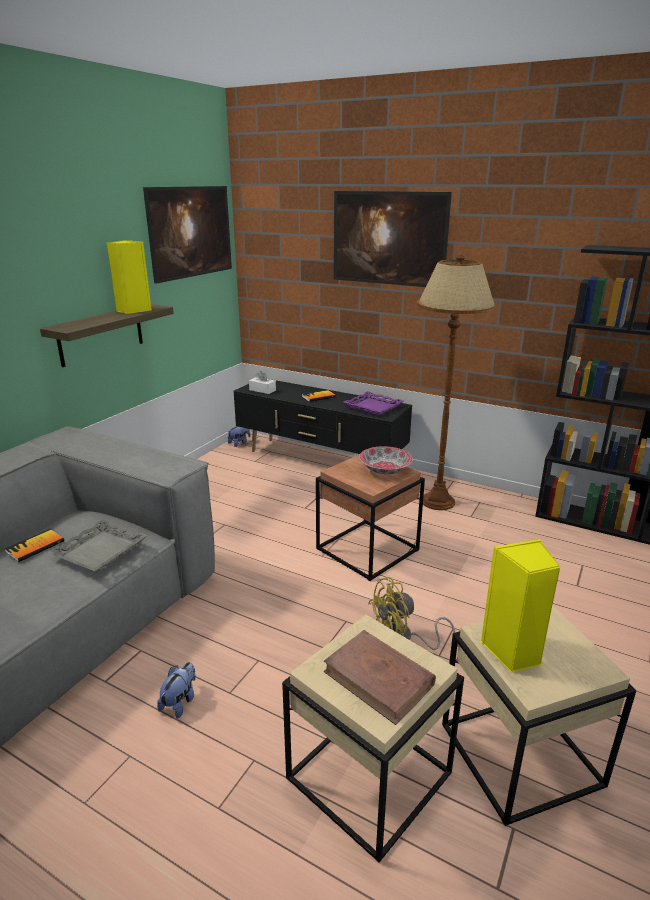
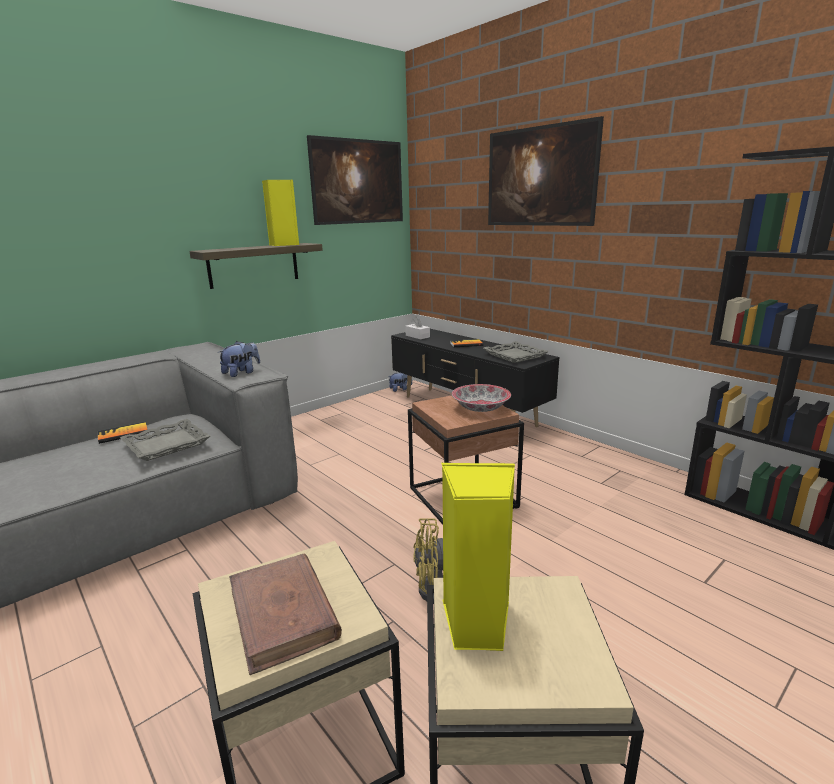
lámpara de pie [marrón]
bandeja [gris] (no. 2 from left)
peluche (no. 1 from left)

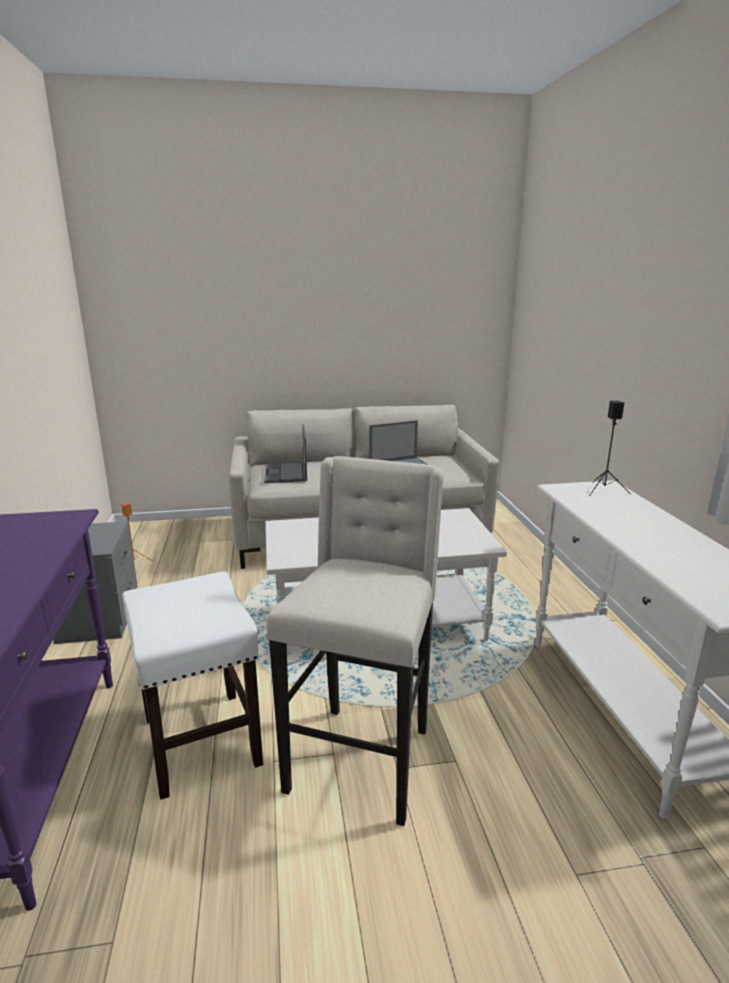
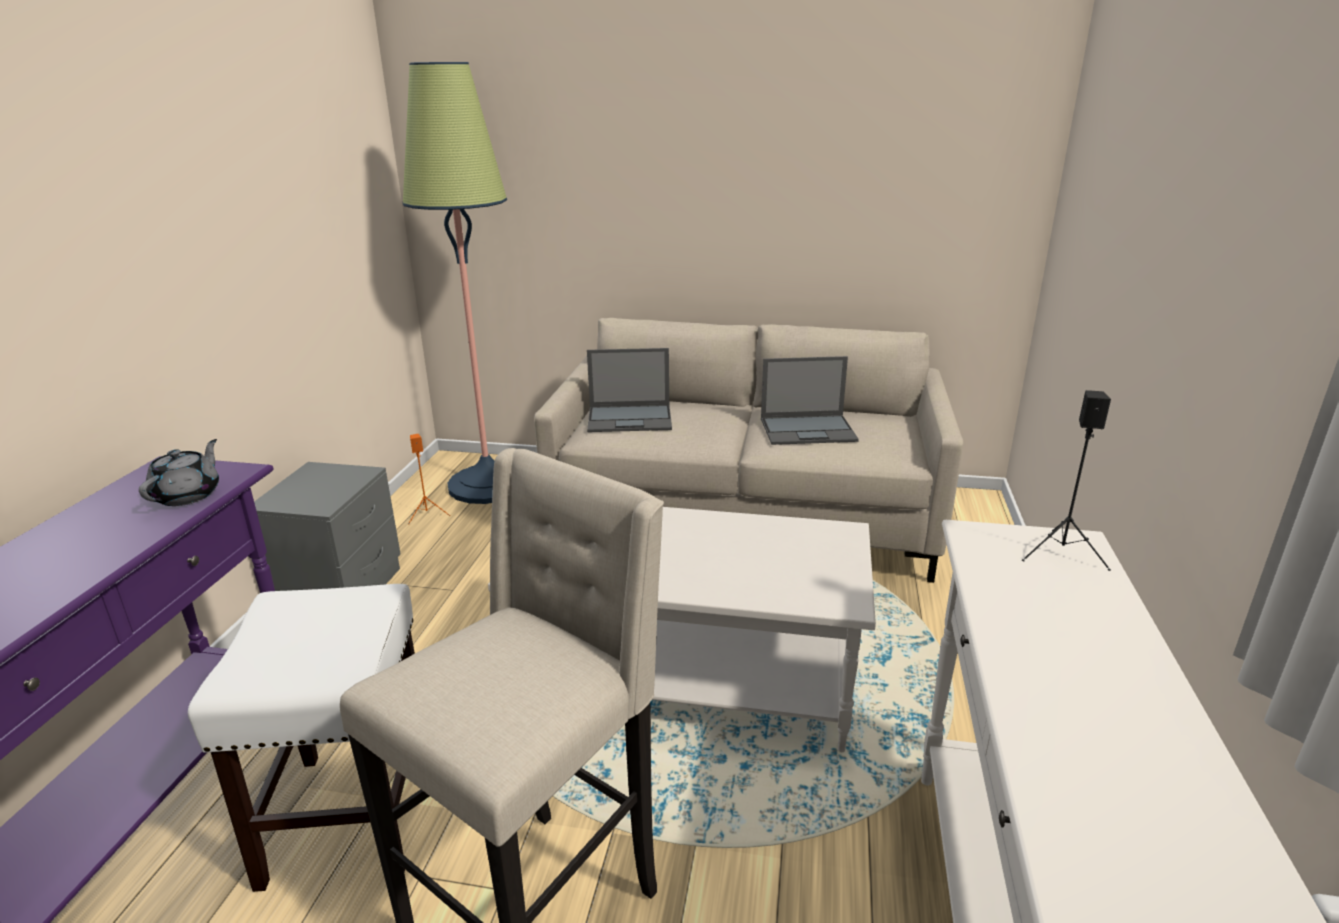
portátil (no. 1 from left)
lámpara de pie
tetera [gris]

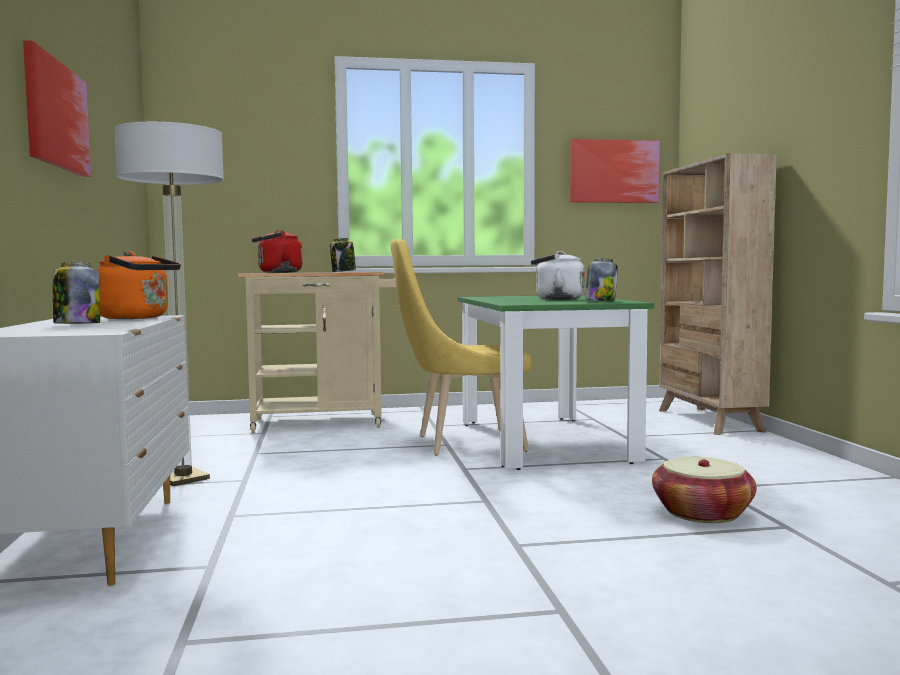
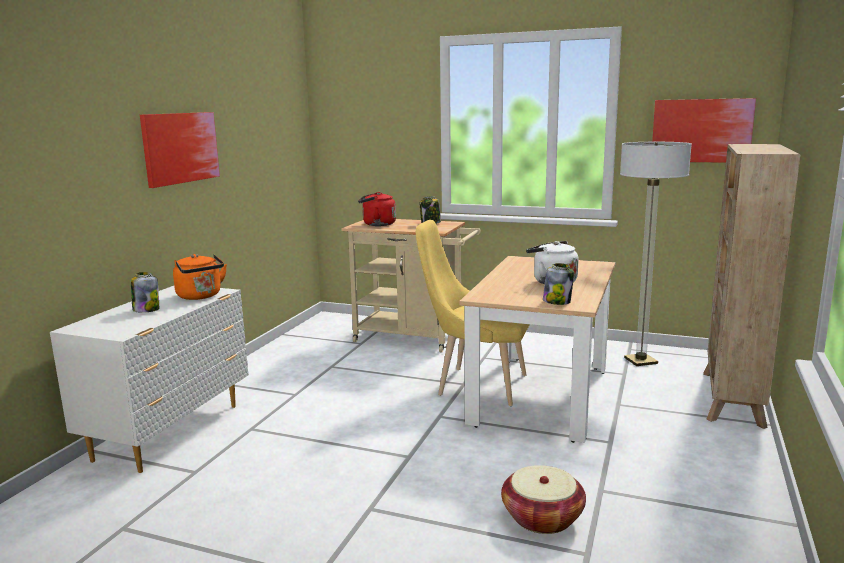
lámpara de pie
mesa de comedor [beis]

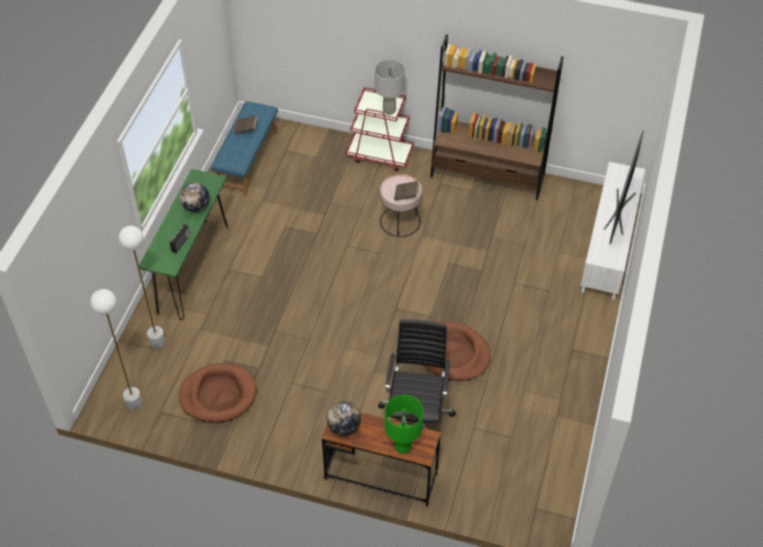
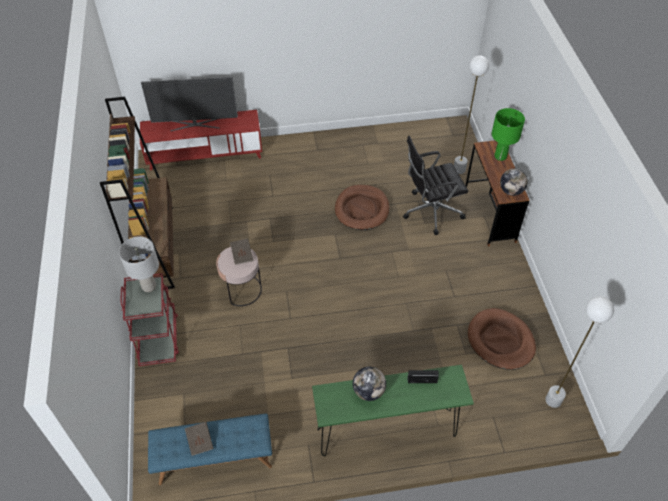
mueble de televisión [rojo]
lámpara de pie [blanco] (no. 1 from left)

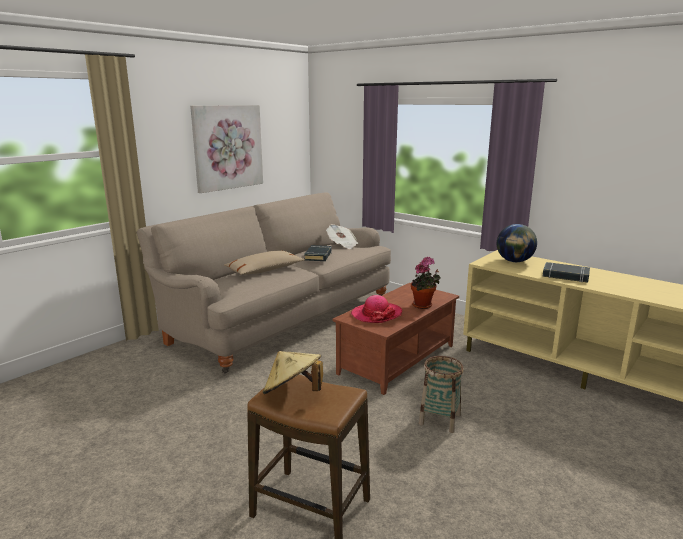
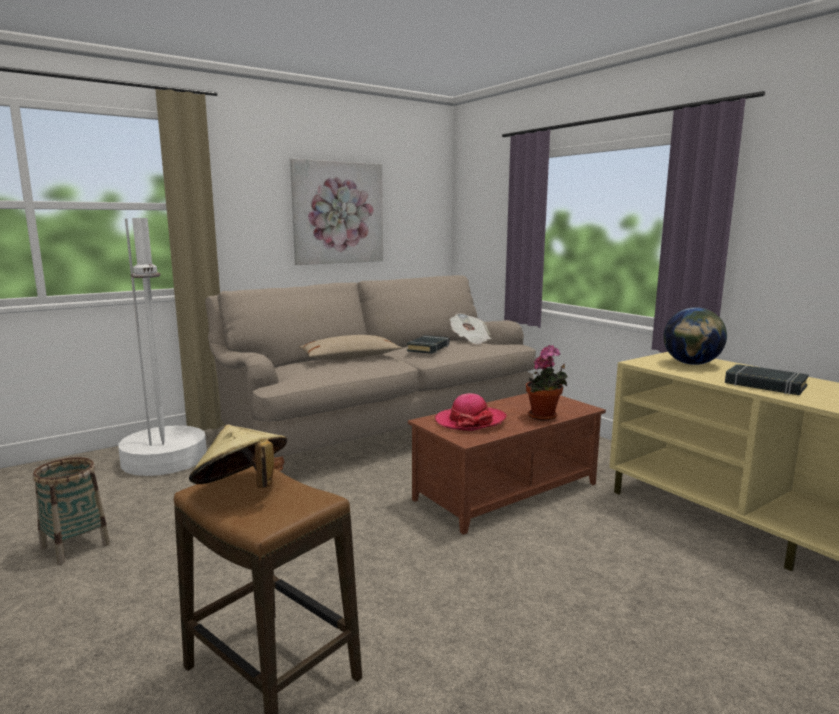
cesta
lámpara de pie [blanco]

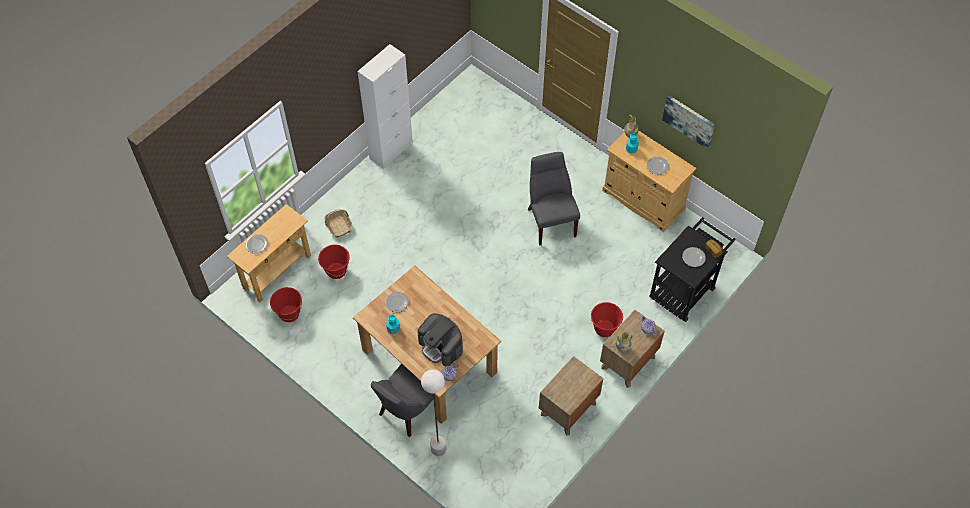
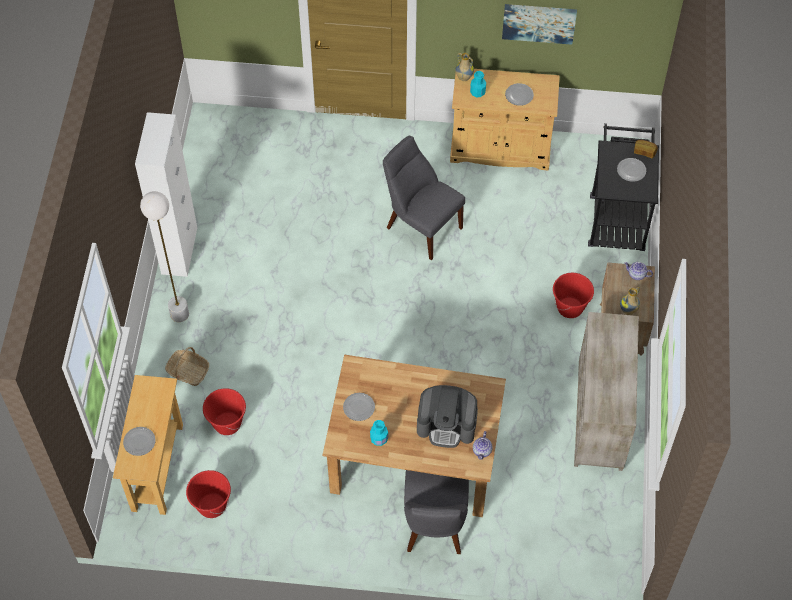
cómoda [beis]
lámpara de pie [blanco]

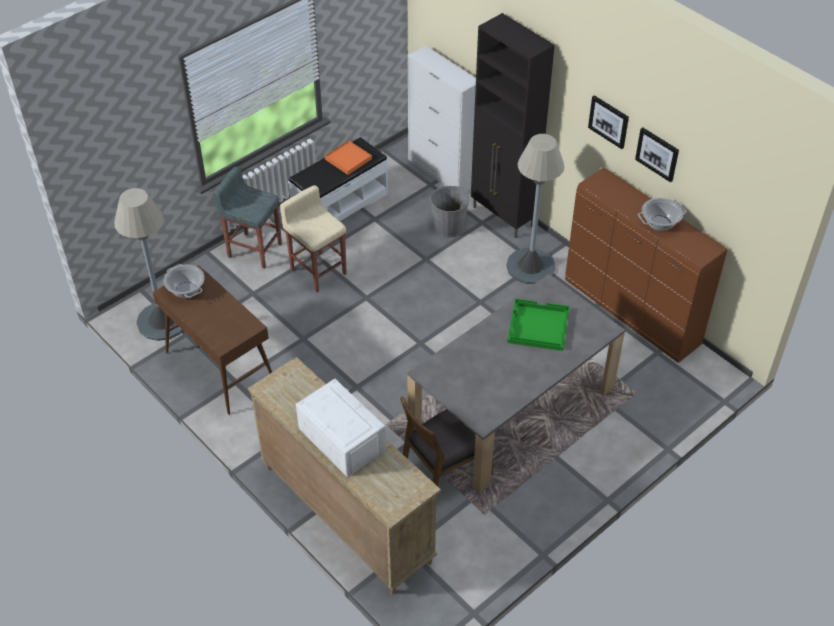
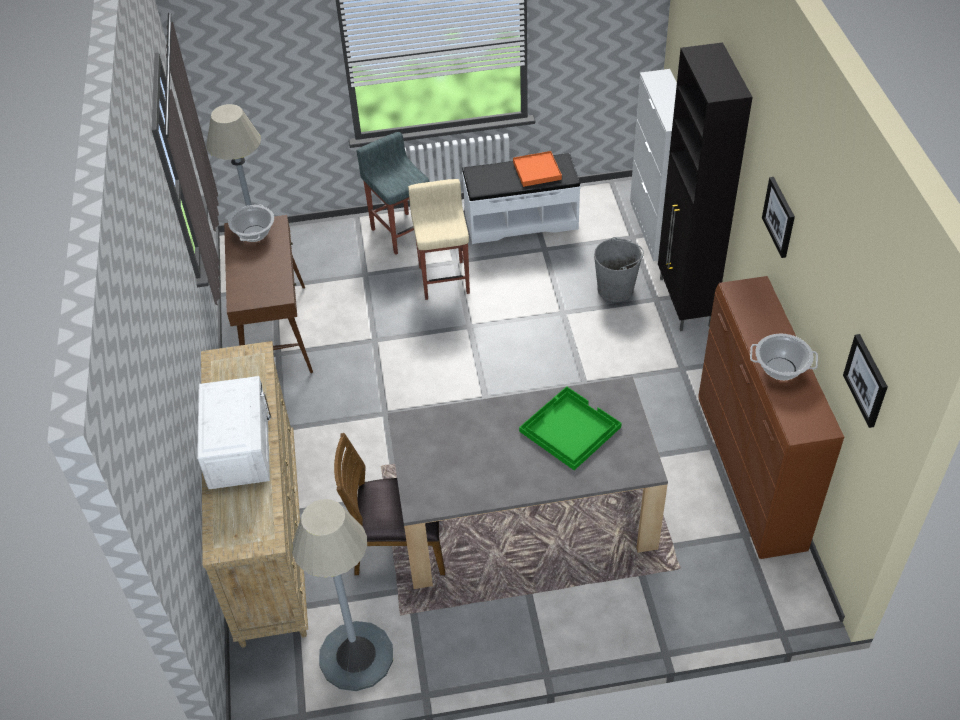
cuadro (no. 2 from left)
lámpara de pie [gris] (no. 2 from left)

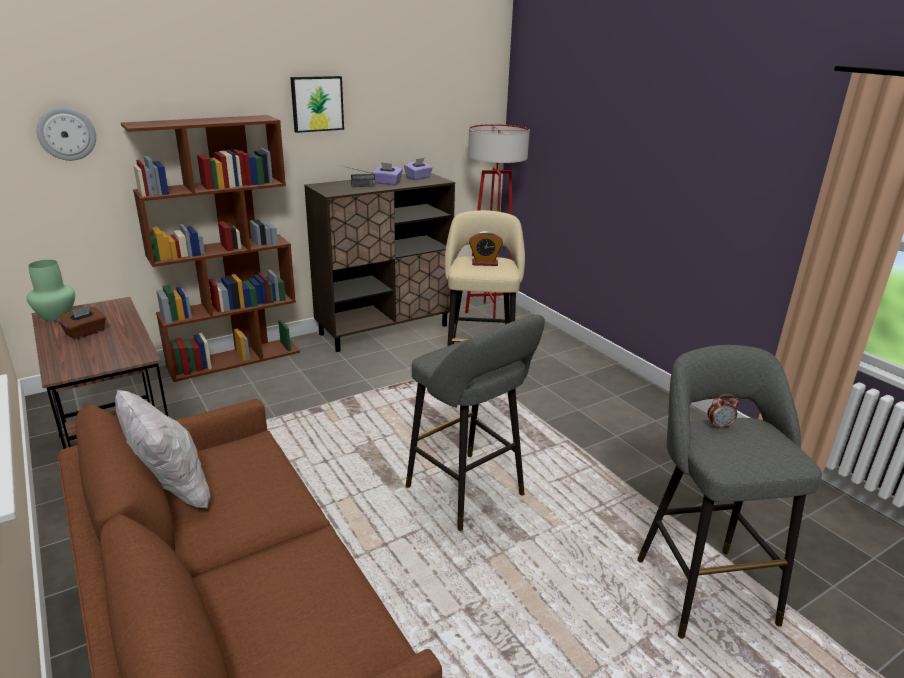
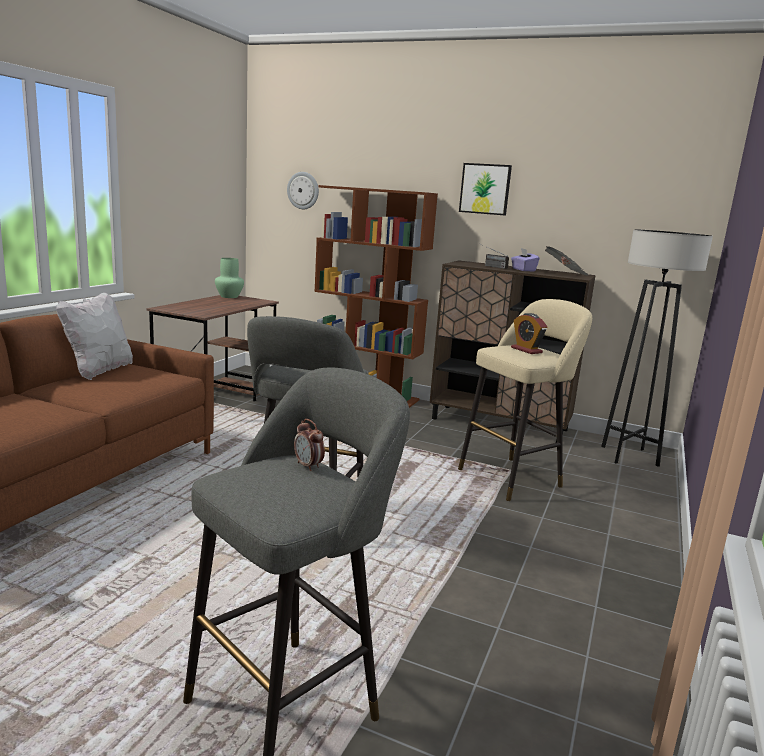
lámpara de pie [gris]
periódico
caja de pañuelos [marrón]

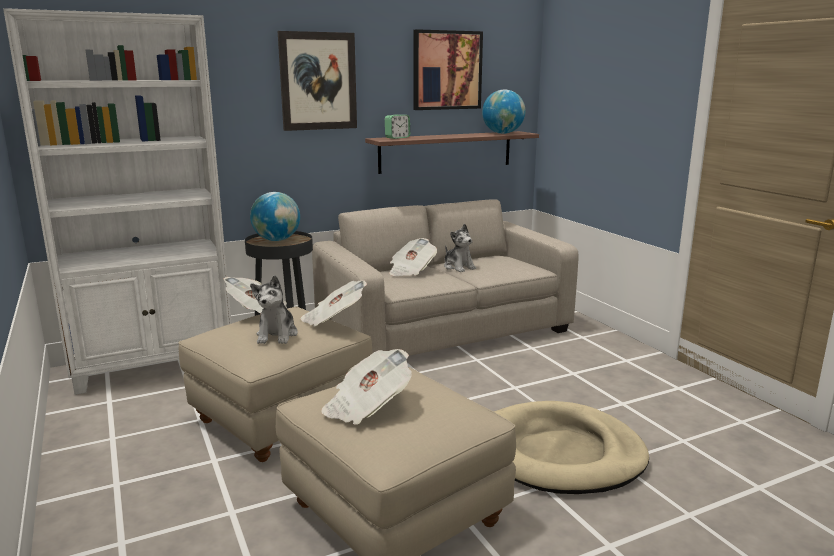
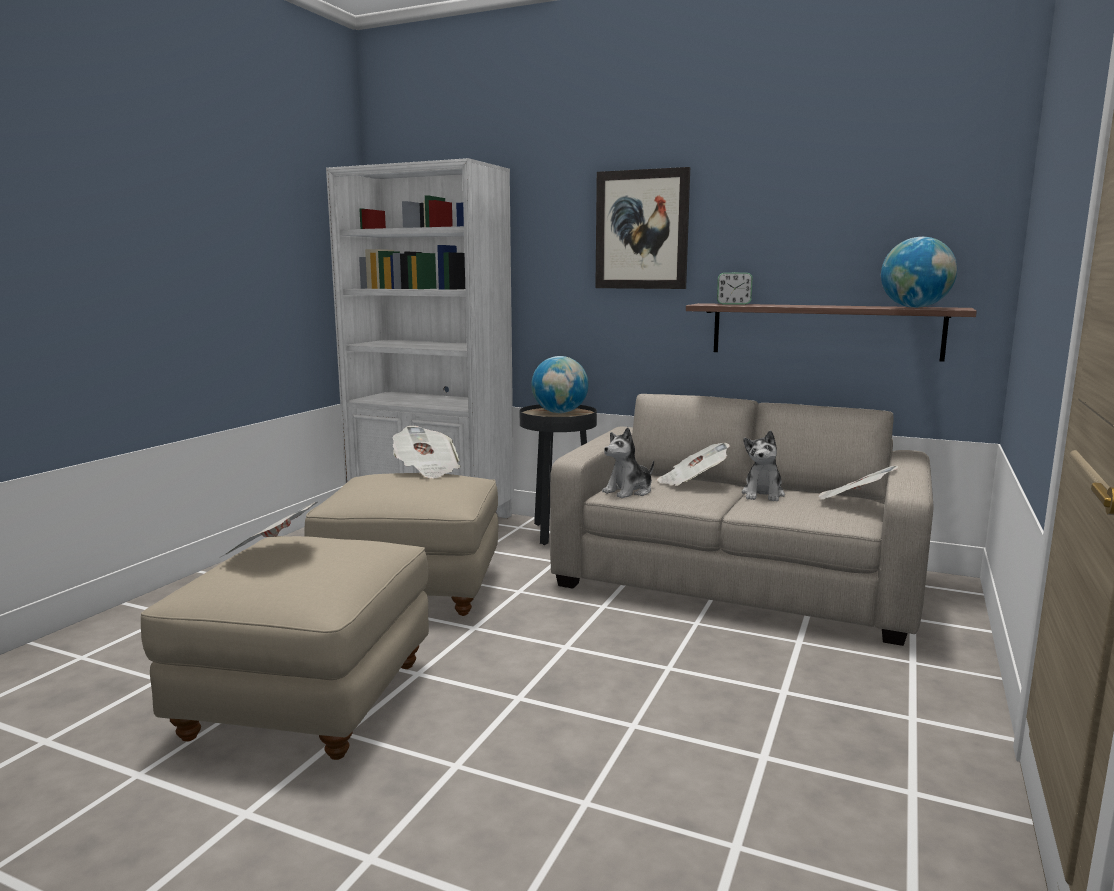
cuadro (no. 2 from left in the first image)
peluche (no. 1 from left)
periódico (no. 4 from left)
cama para perro [beis]

